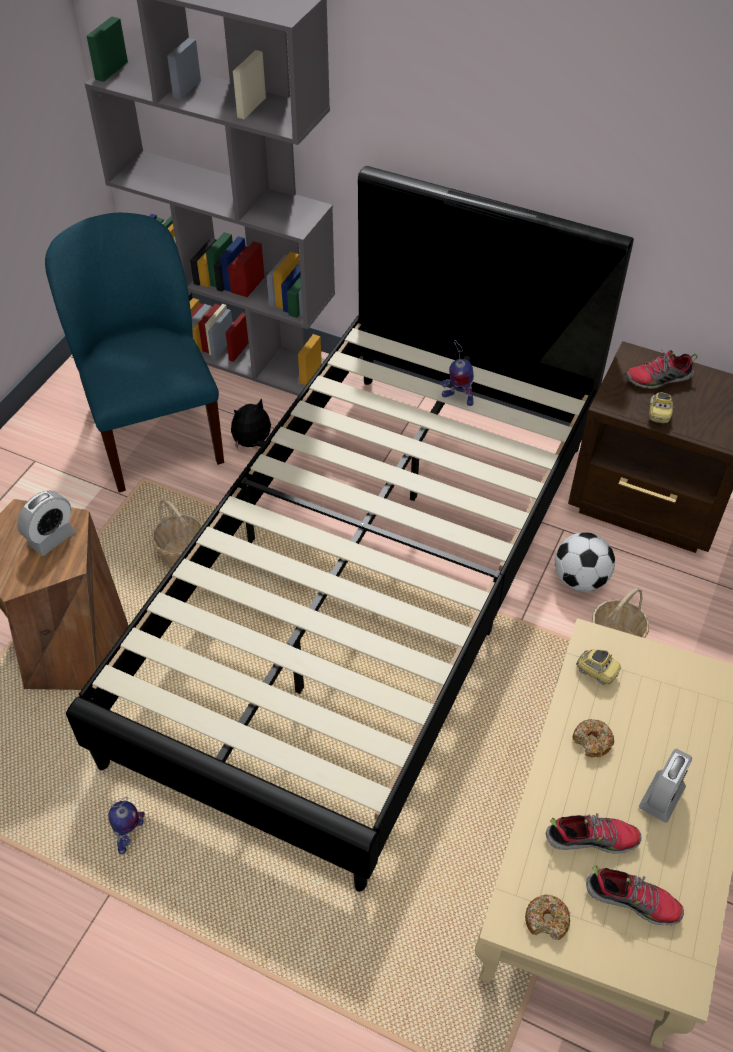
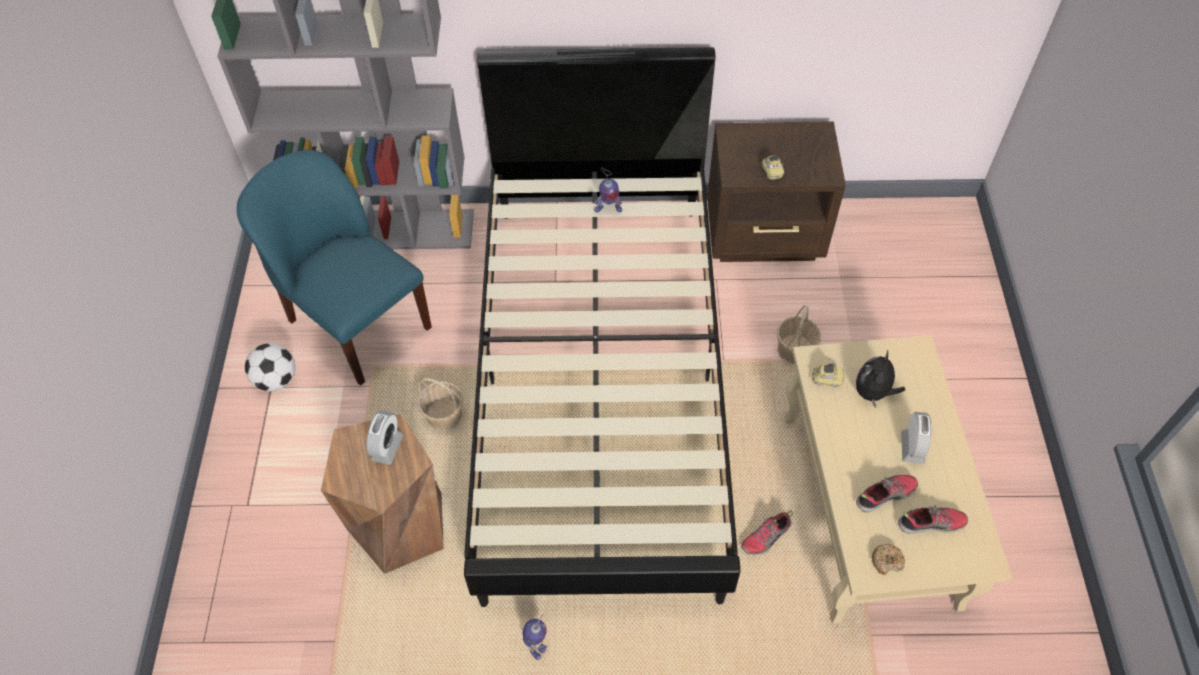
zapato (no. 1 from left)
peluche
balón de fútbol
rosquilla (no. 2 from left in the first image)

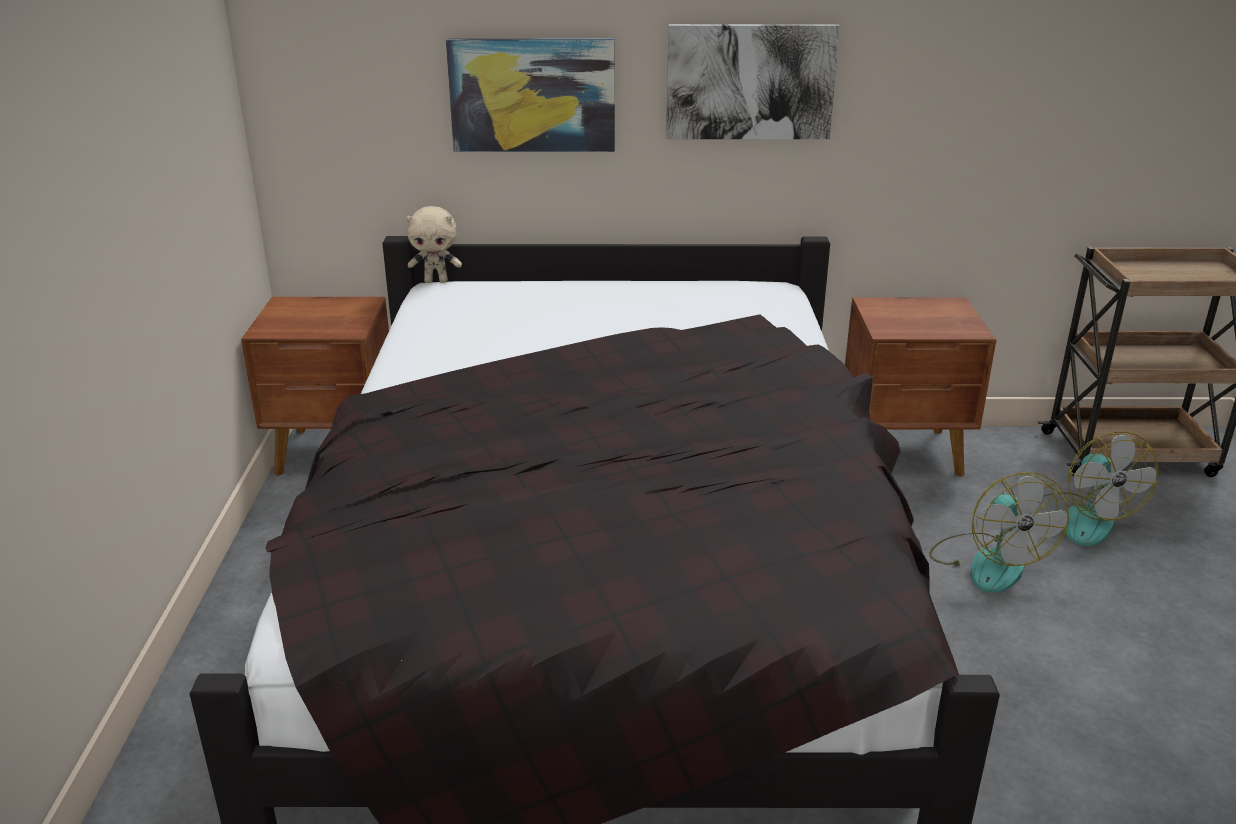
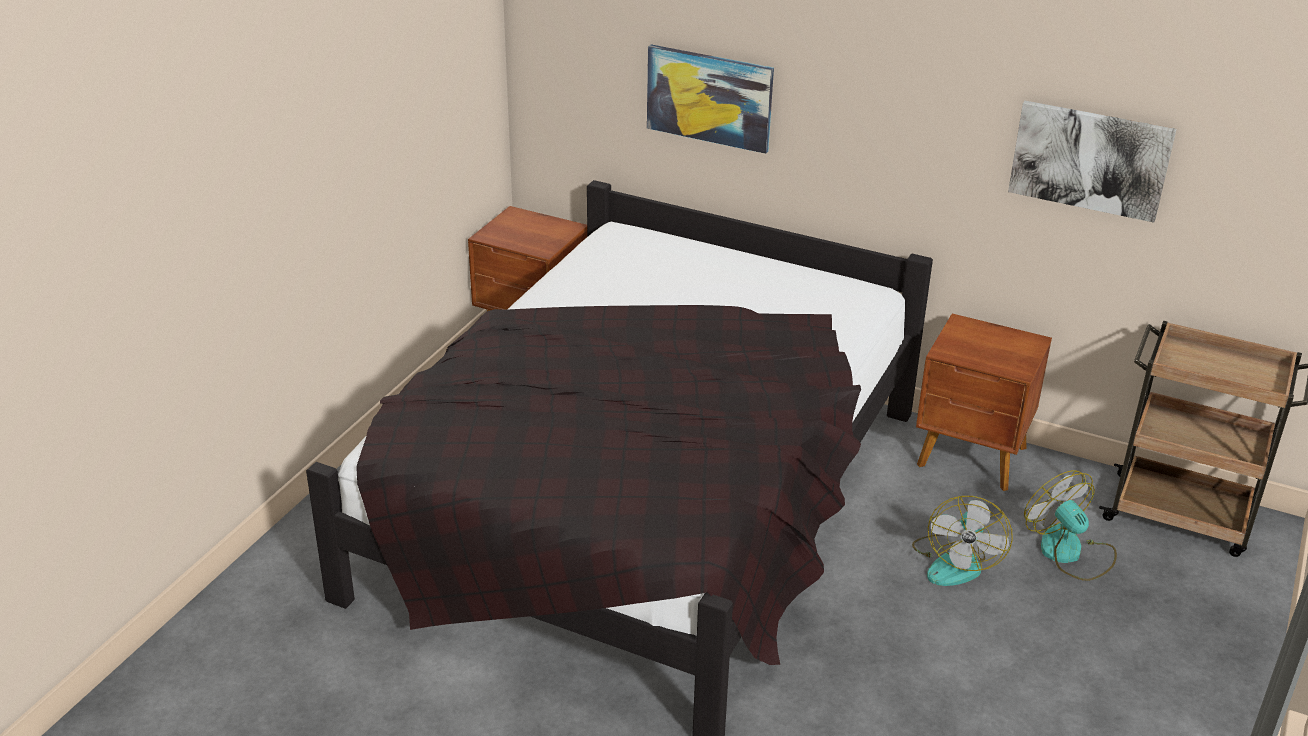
cuadro (no. 2 from left)
peluche [beis]
ventilador (no. 2 from left)

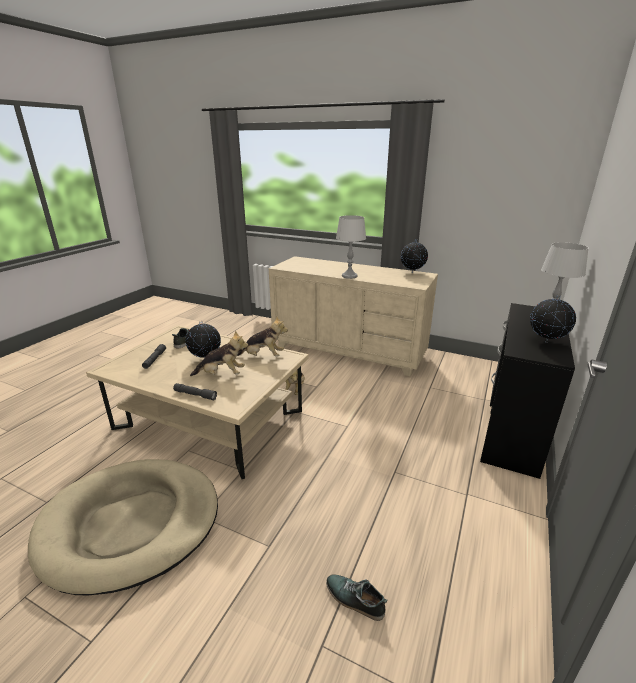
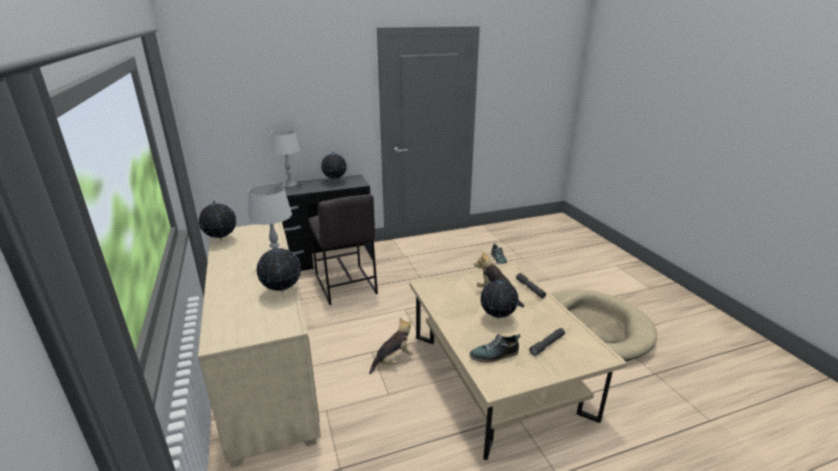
peluche (no. 2 from left in the first image)
taburete [gris]
globo terráqueo (no. 2 from left)

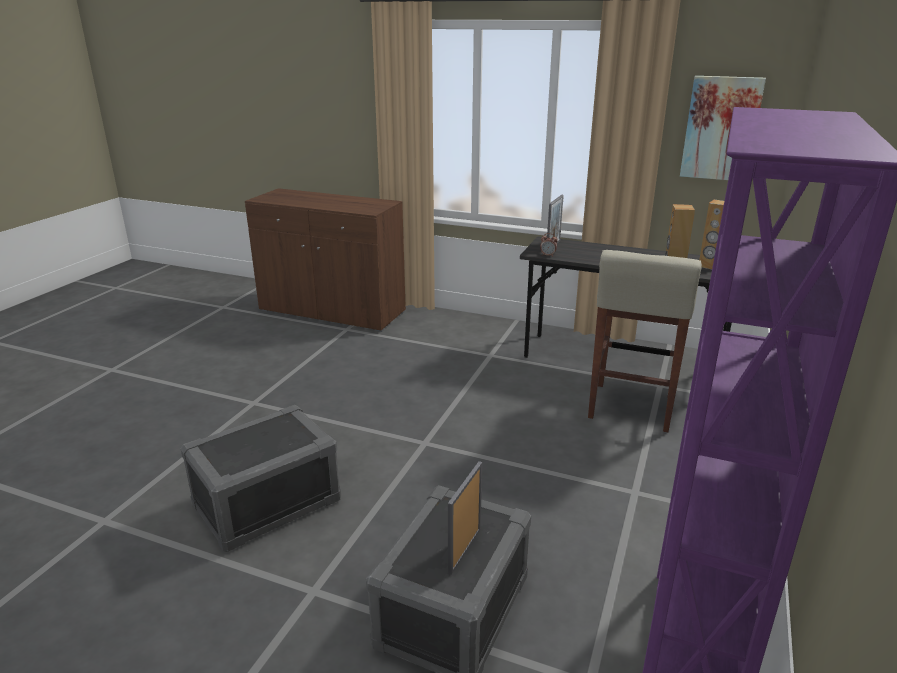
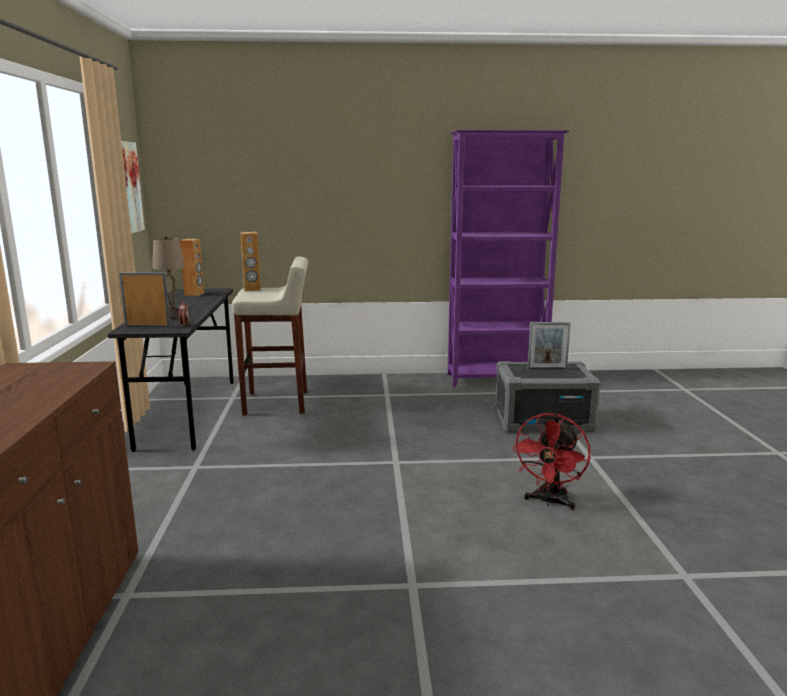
ventilador [rojo]
lámpara de mesa [beis]

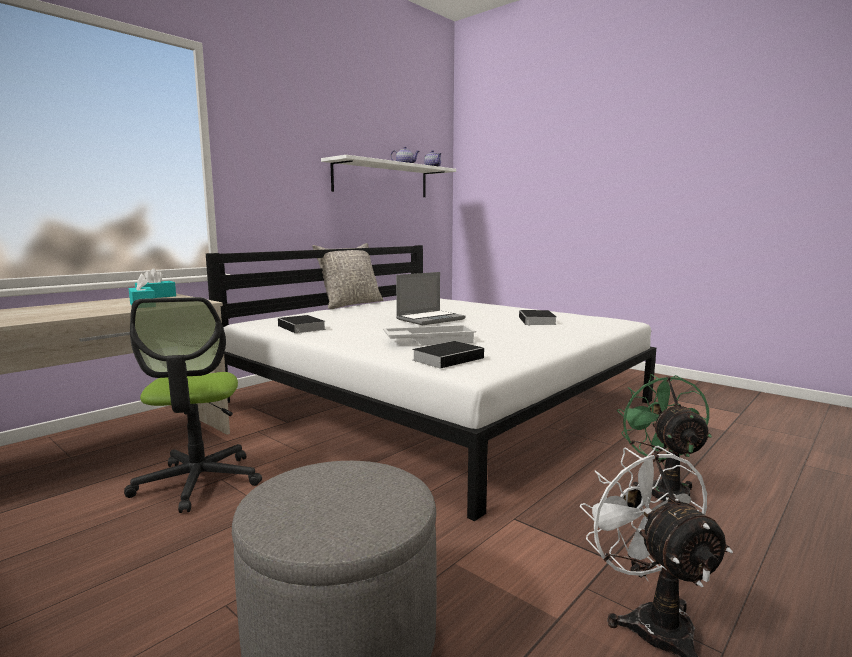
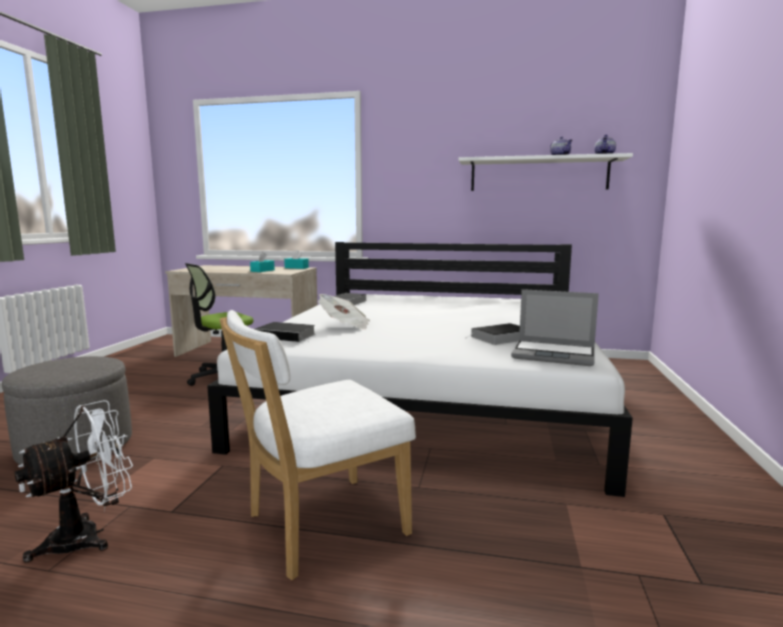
cojín [gris]
portátil
periódico
silla [blanco]

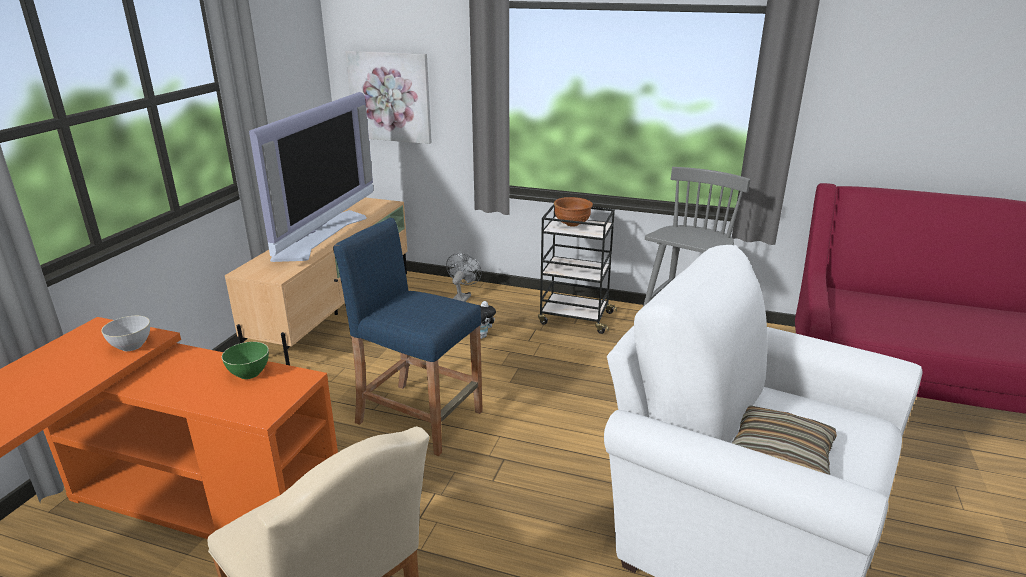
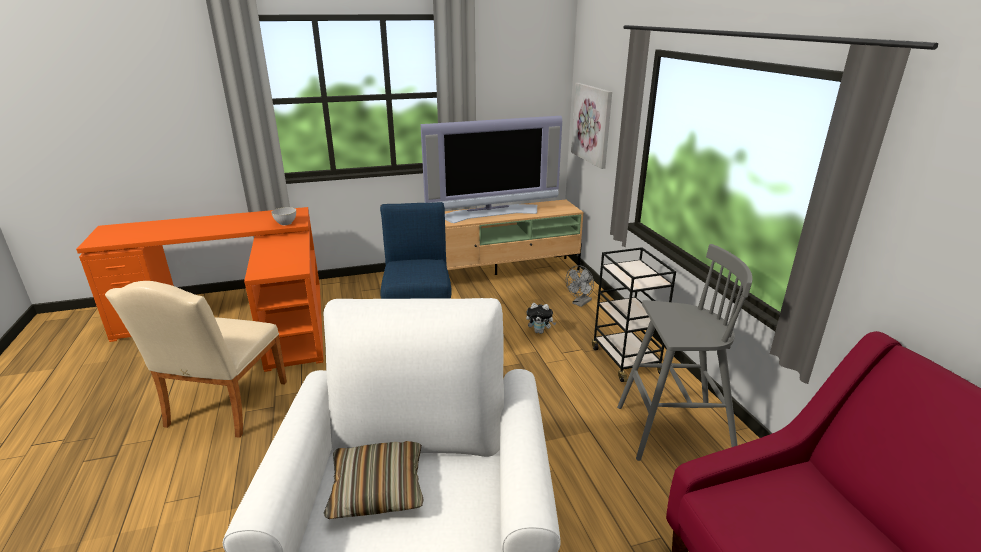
cuenco [marrón]
ventilador [gris]
cuenco [verde]

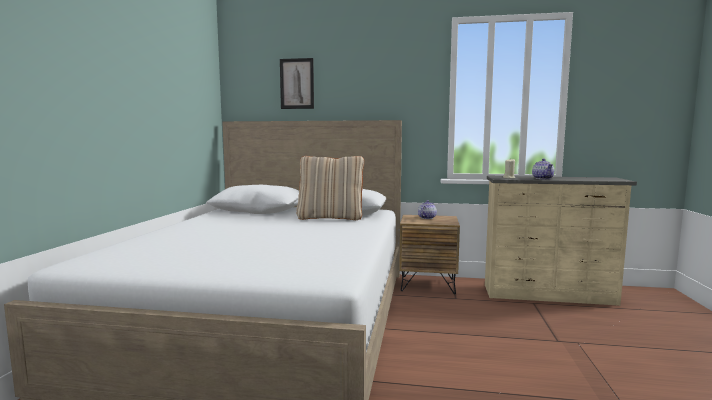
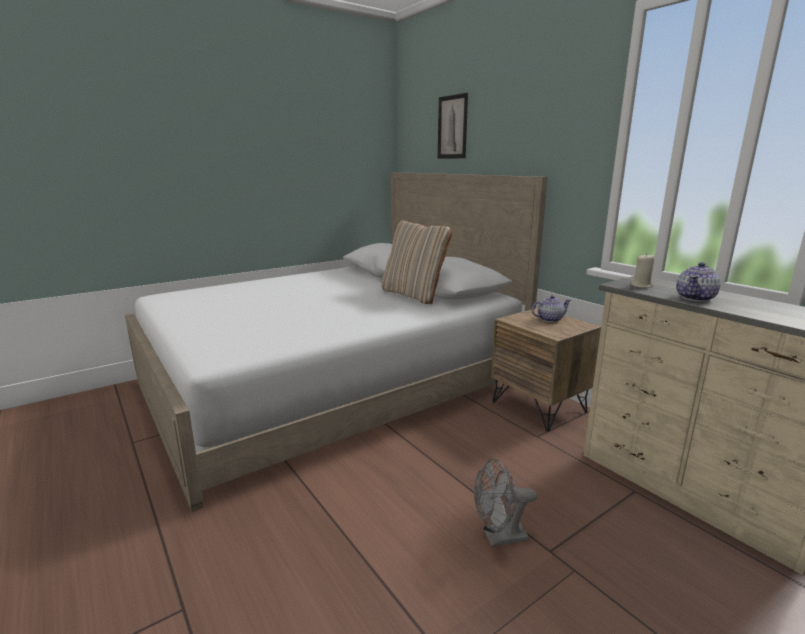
ventilador [gris]

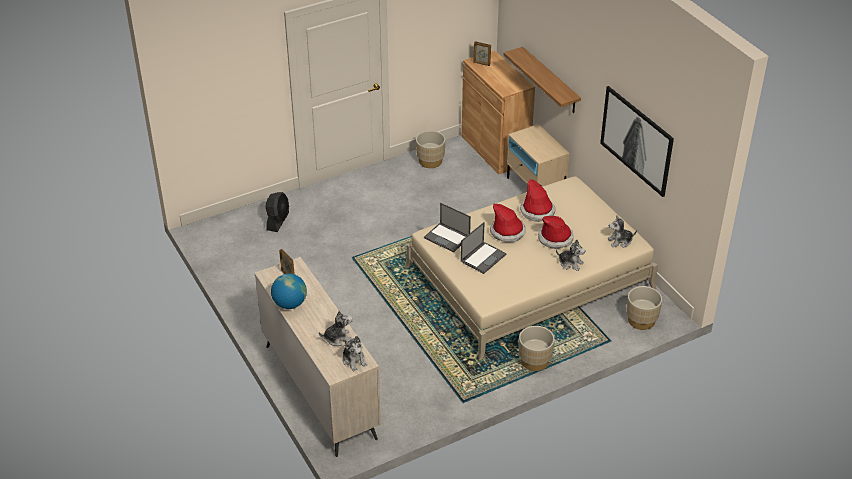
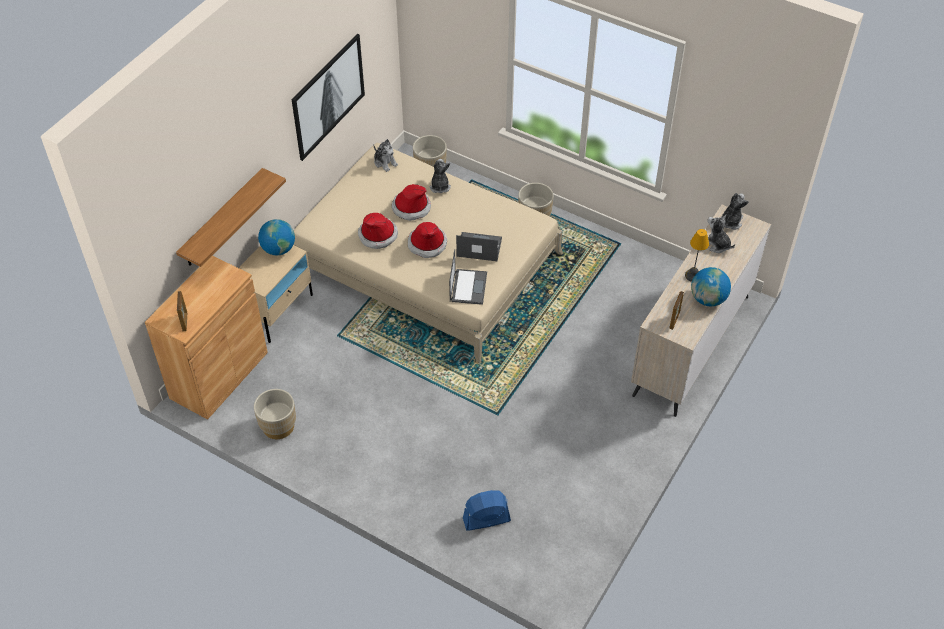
ventilador [azul]
globo terráqueo (no. 1 from left)
lámpara de mesa

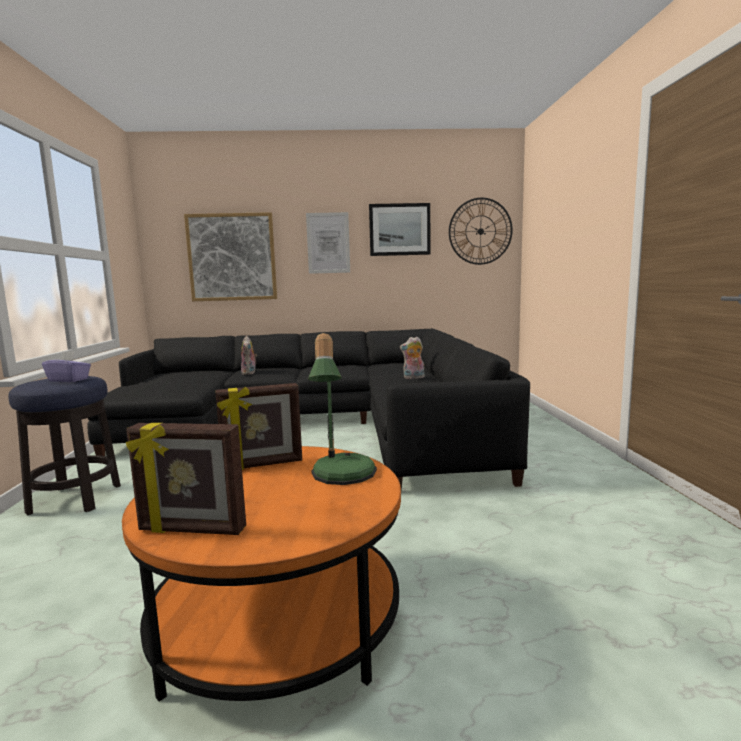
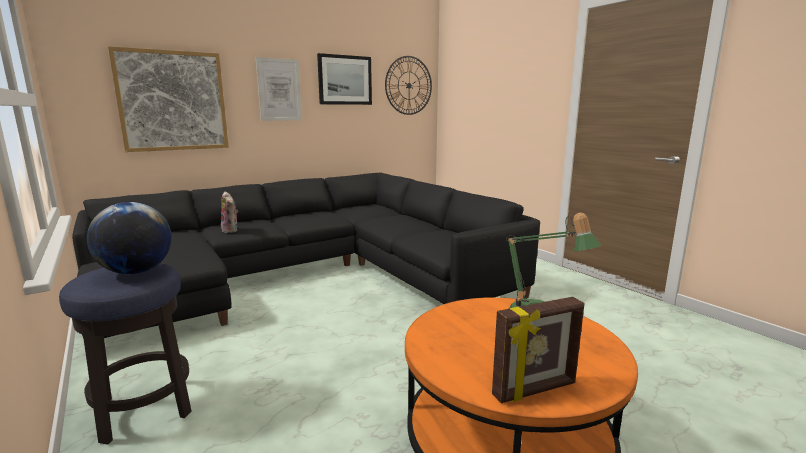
peluche (no. 2 from left in the first image)
globo terráqueo
portarretratos (no. 2 from left in the first image)

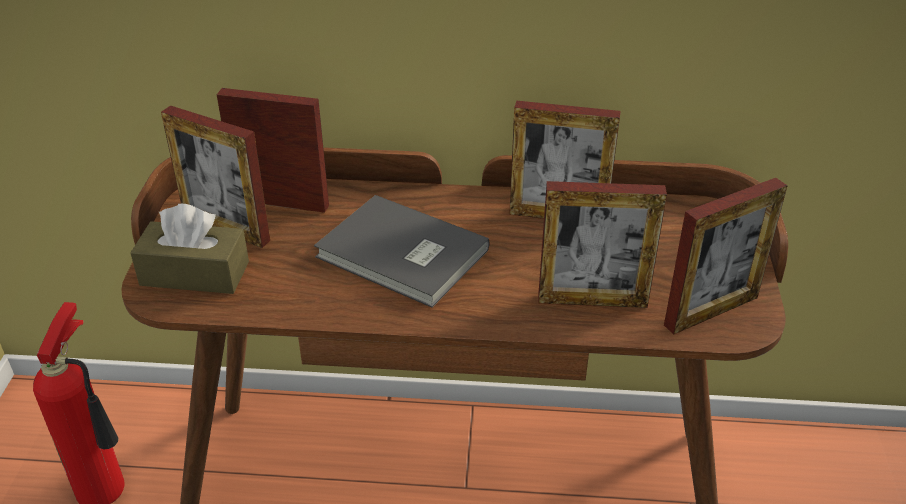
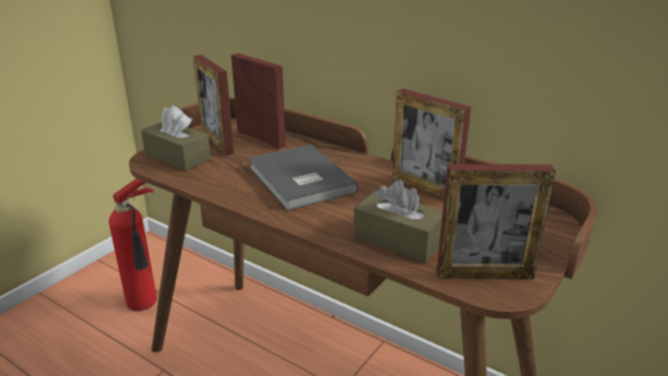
caja de pañuelos [marrón] (no. 2 from left)

